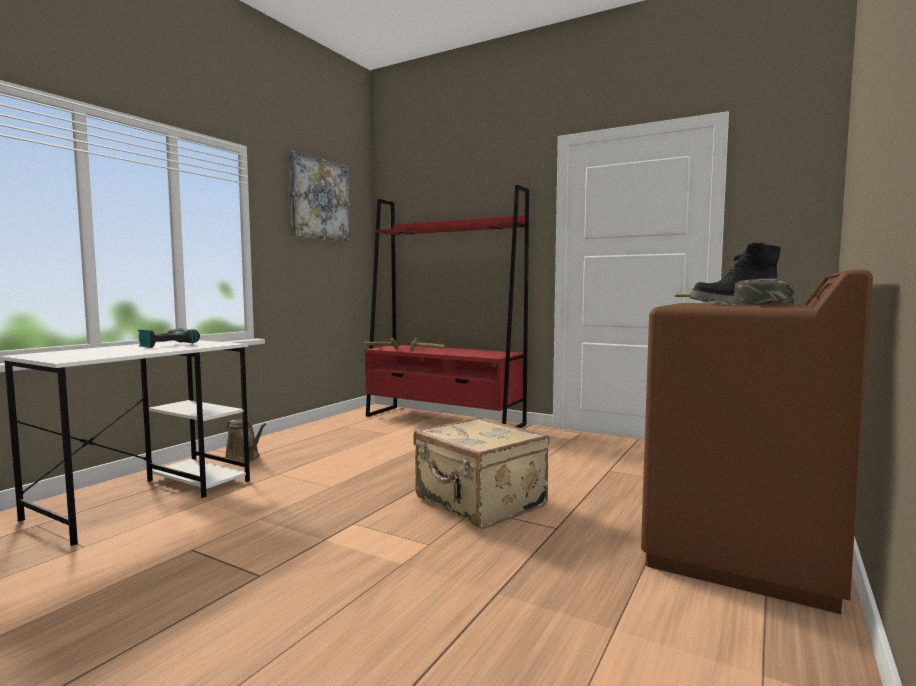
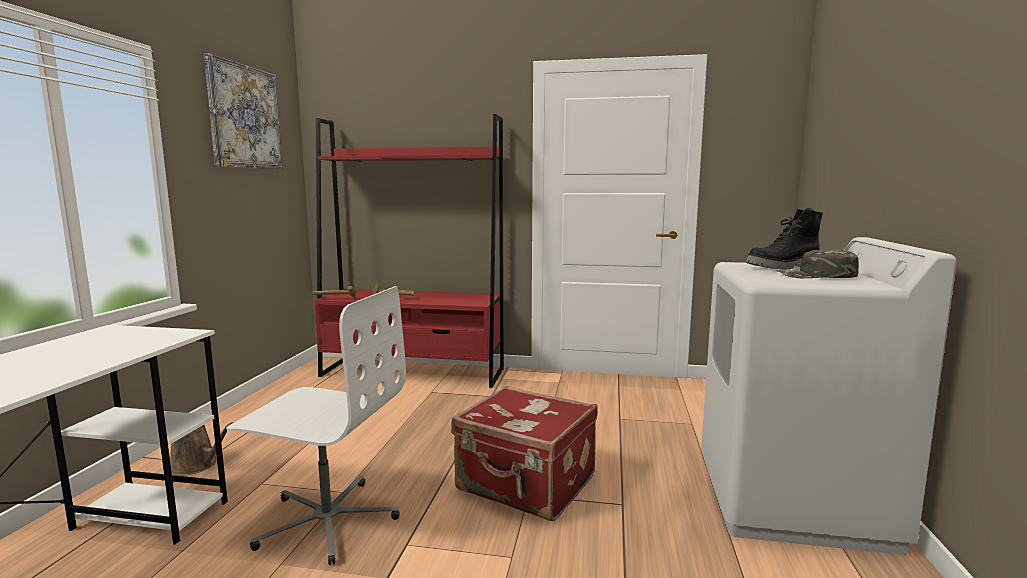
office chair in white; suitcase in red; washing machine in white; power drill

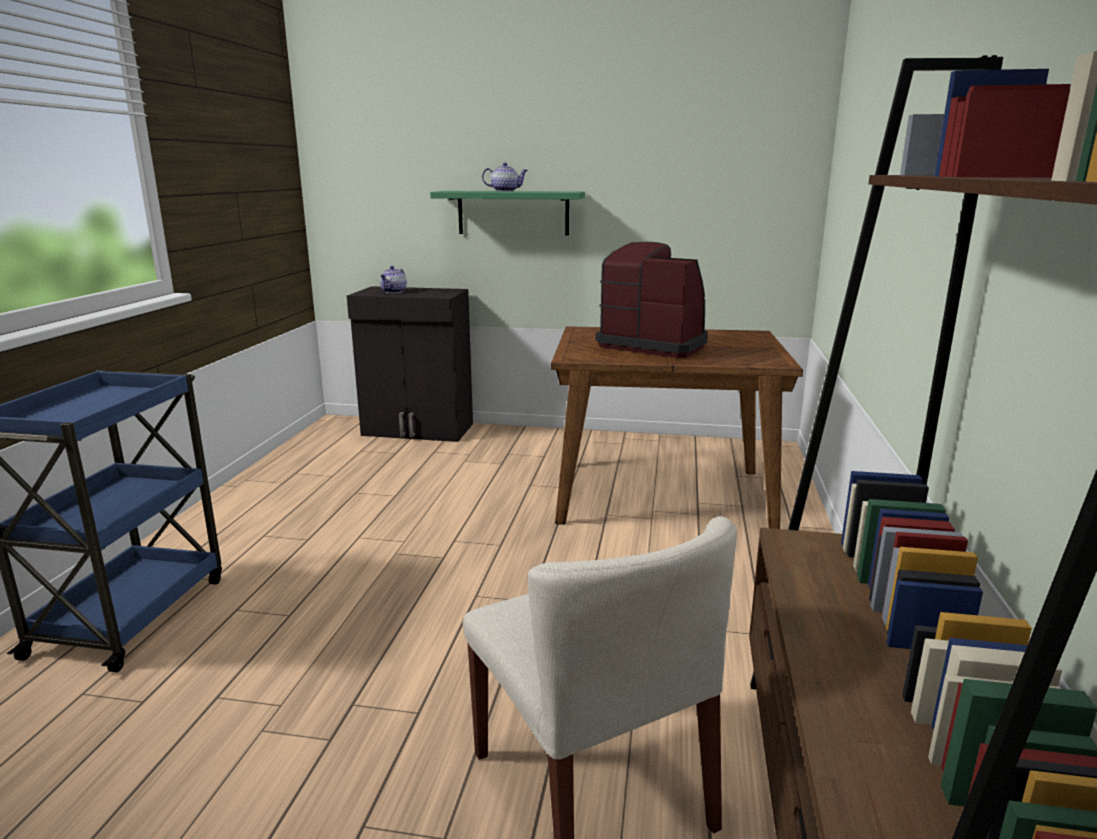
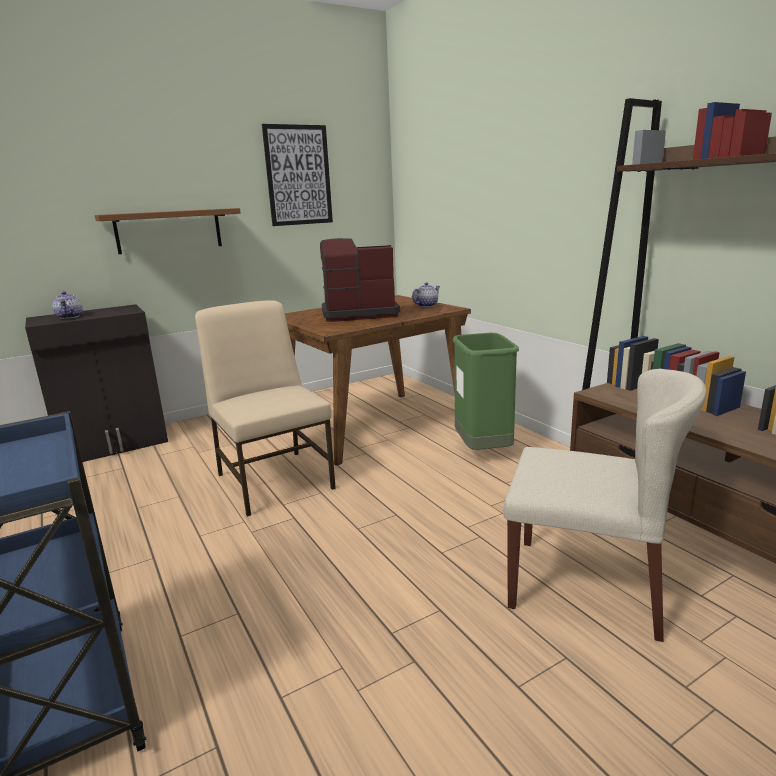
shelf in brown; chair in beige (1st from left); picture; teapot (2nd from left); trash can in green

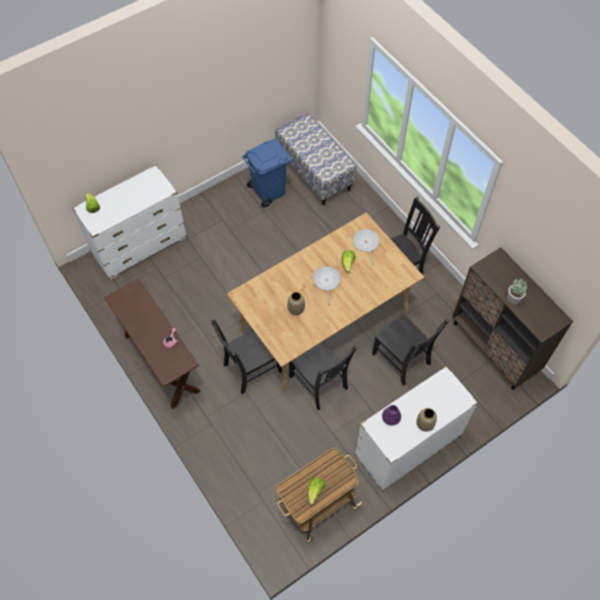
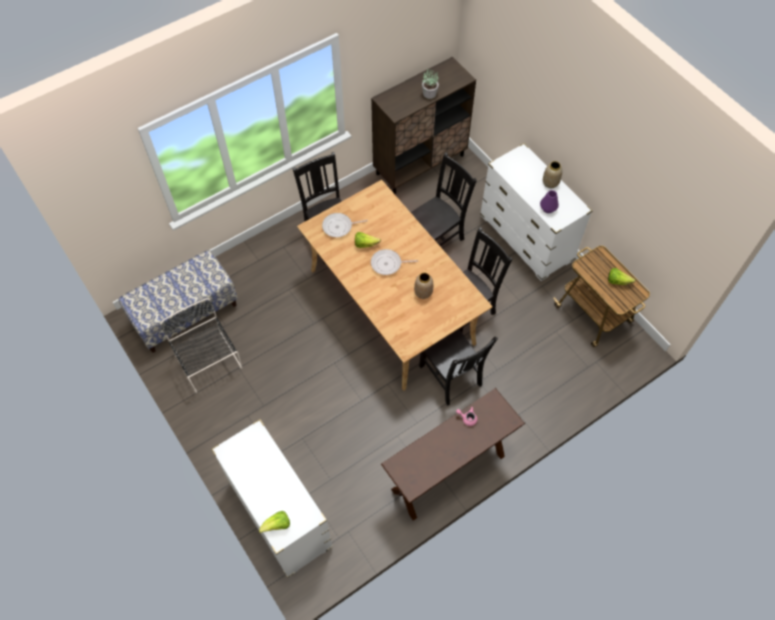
chair in black (1st from left)

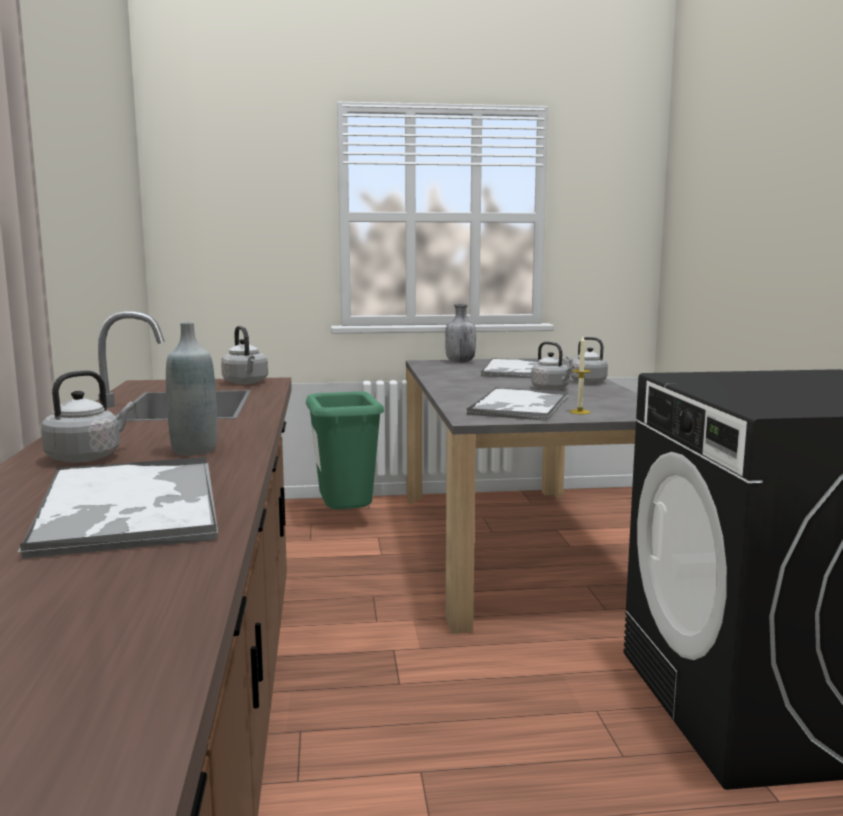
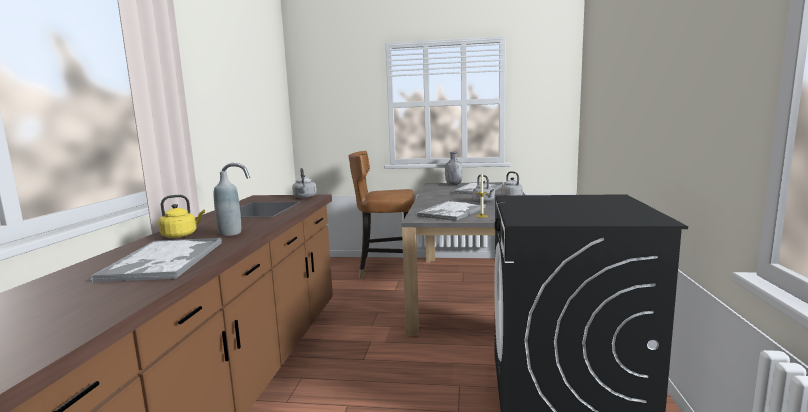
kettle in yellow; chair in brown

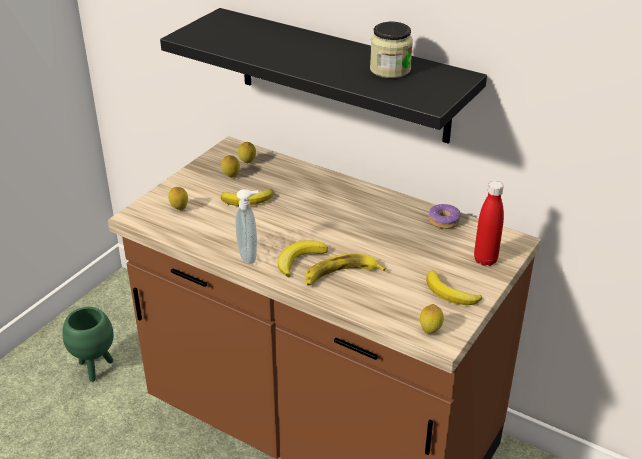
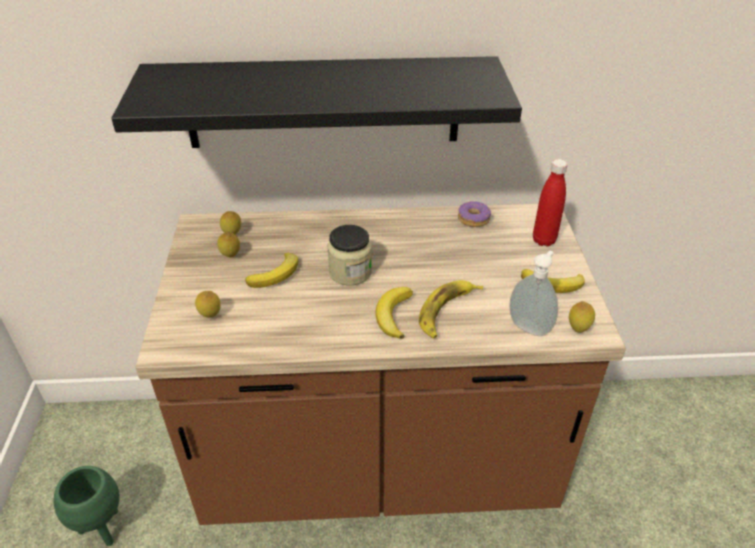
jar; soap dispenser

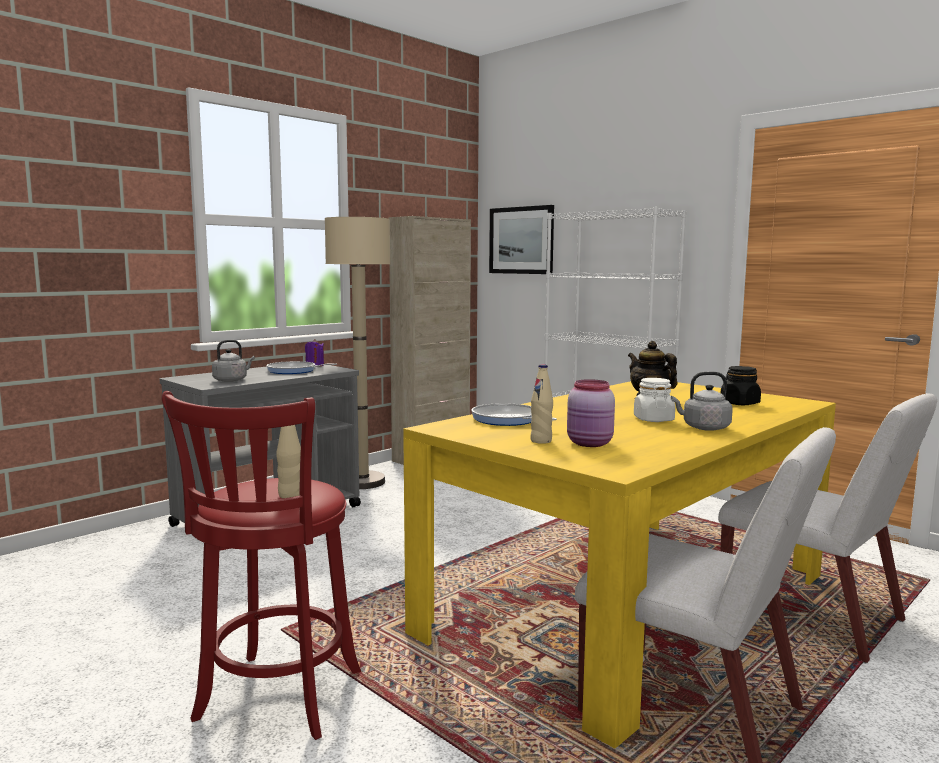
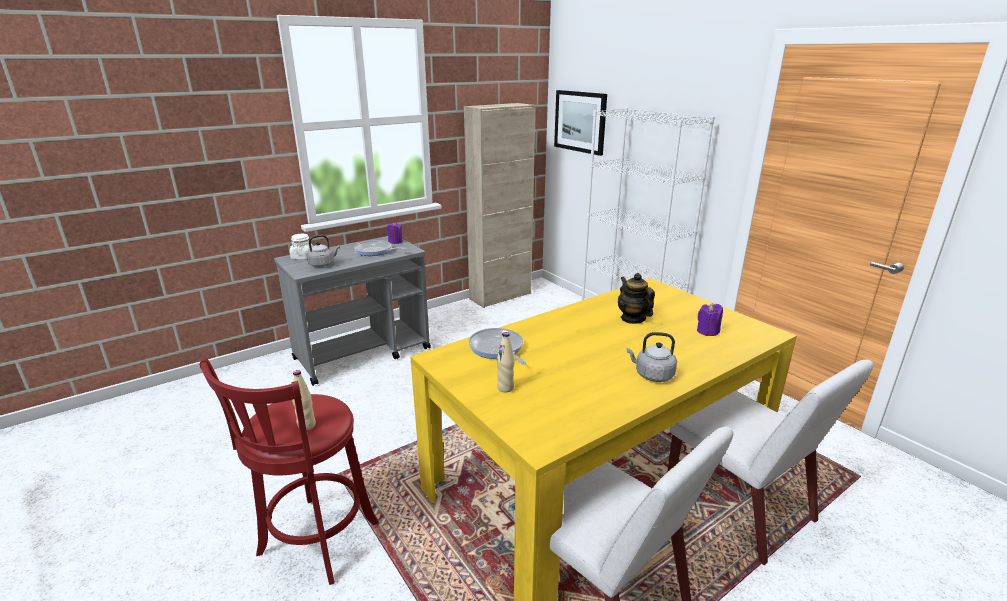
jar in white; candle in purple (2nd from left); floor lamp in beige; jar in pink

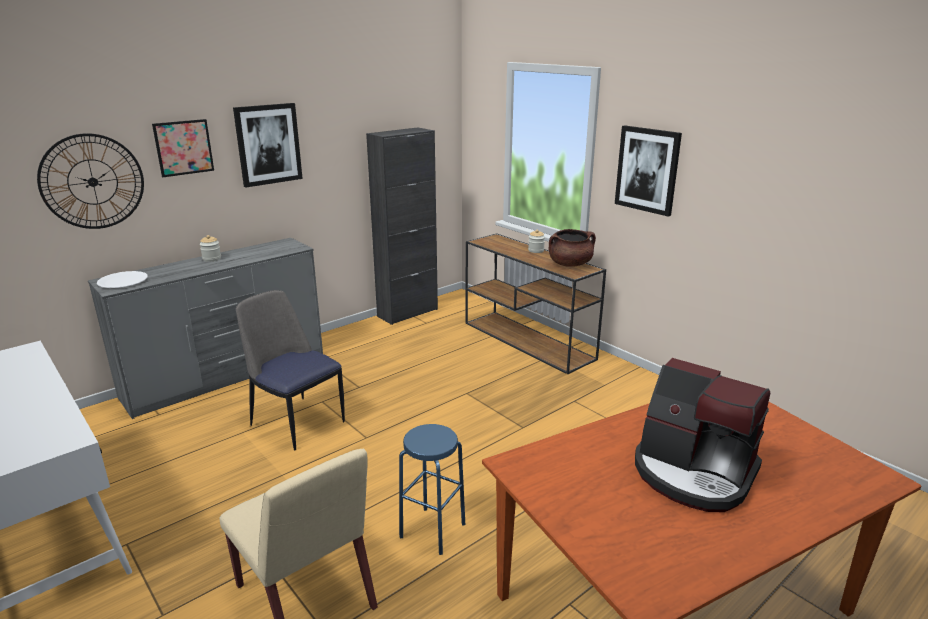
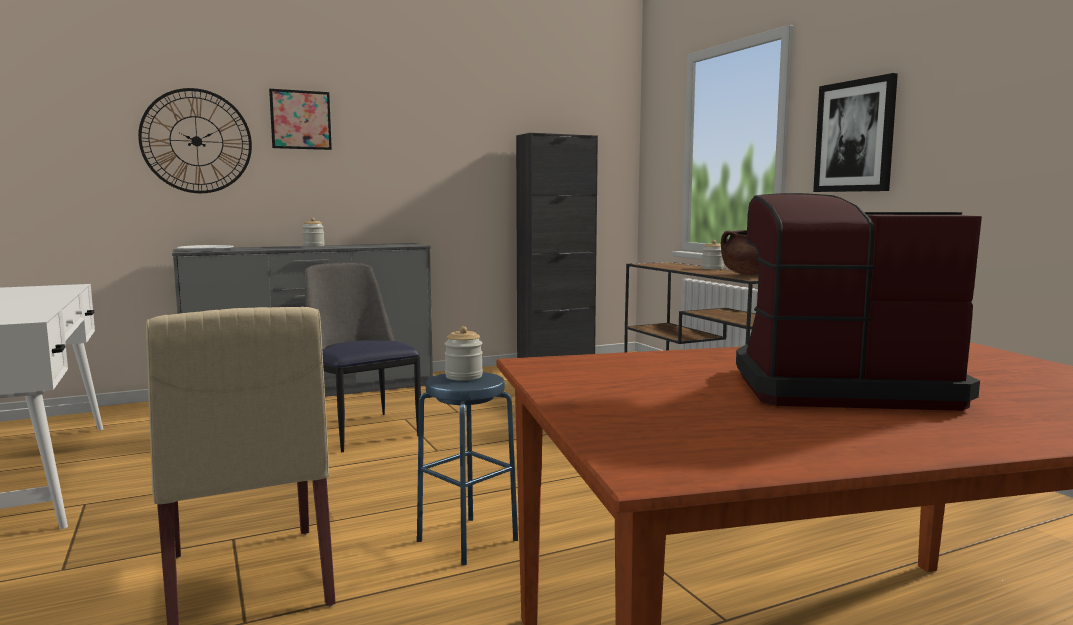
jar (2nd from left); coffee machine; picture (2nd from left in the first image)

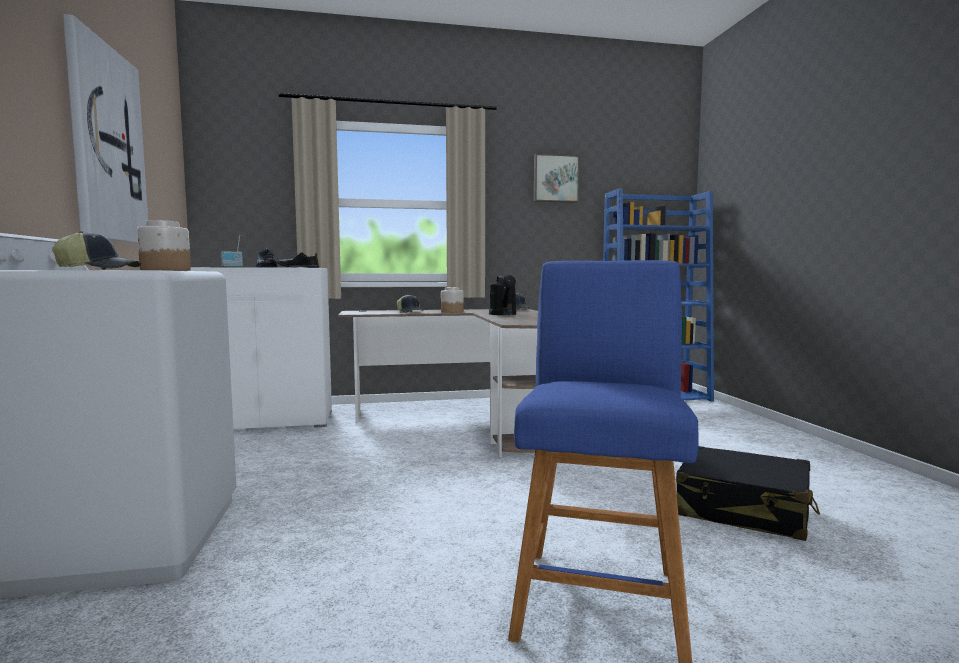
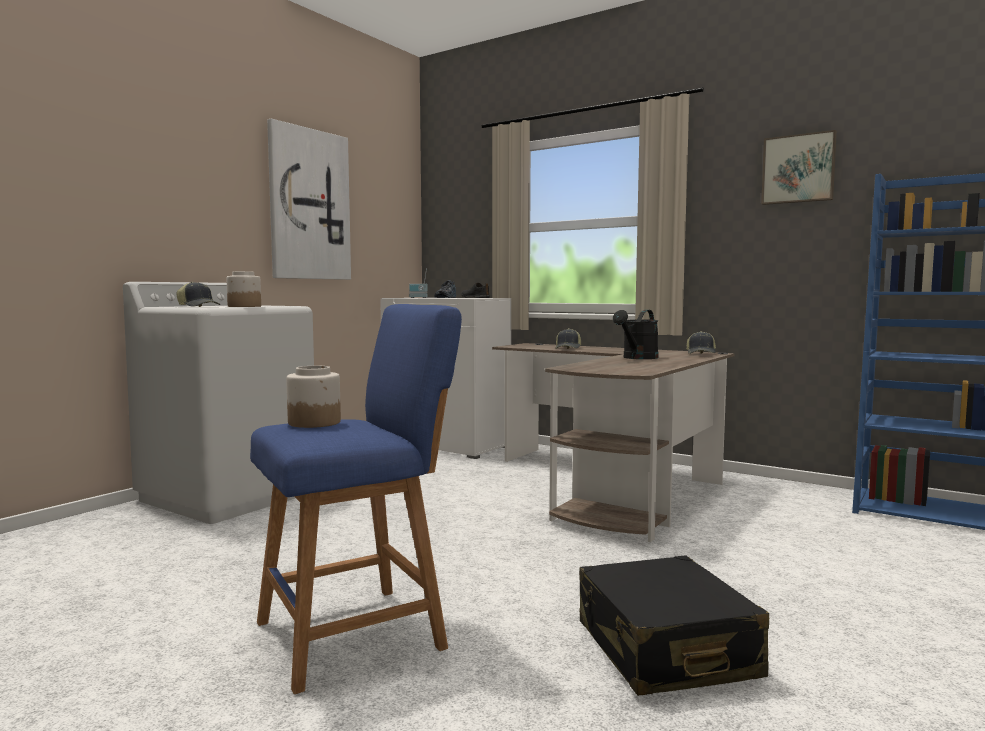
jar (2nd from left)

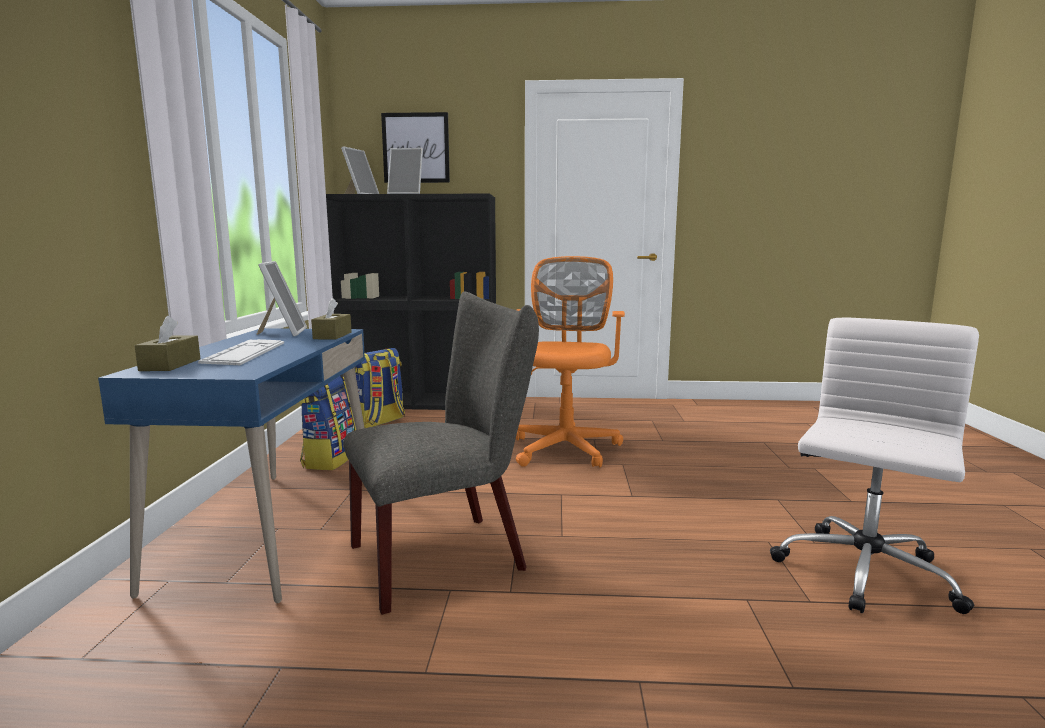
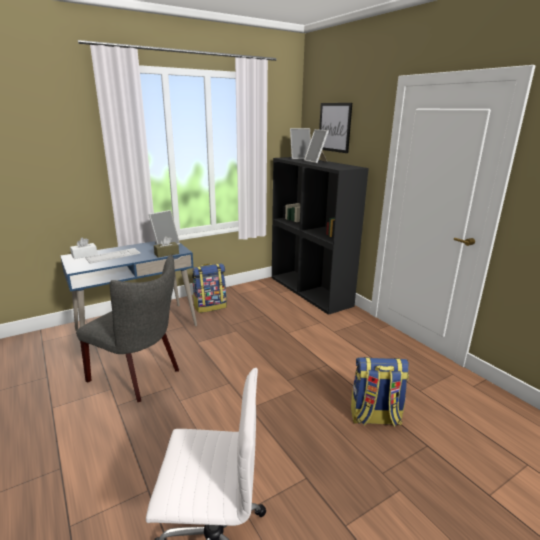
tissue box in white; backpack (2nd from left); office chair in orange

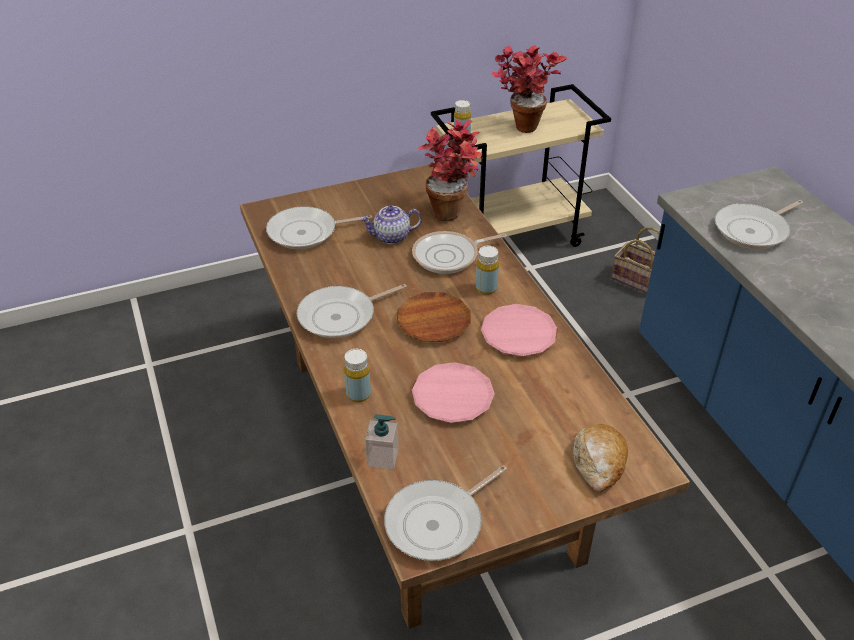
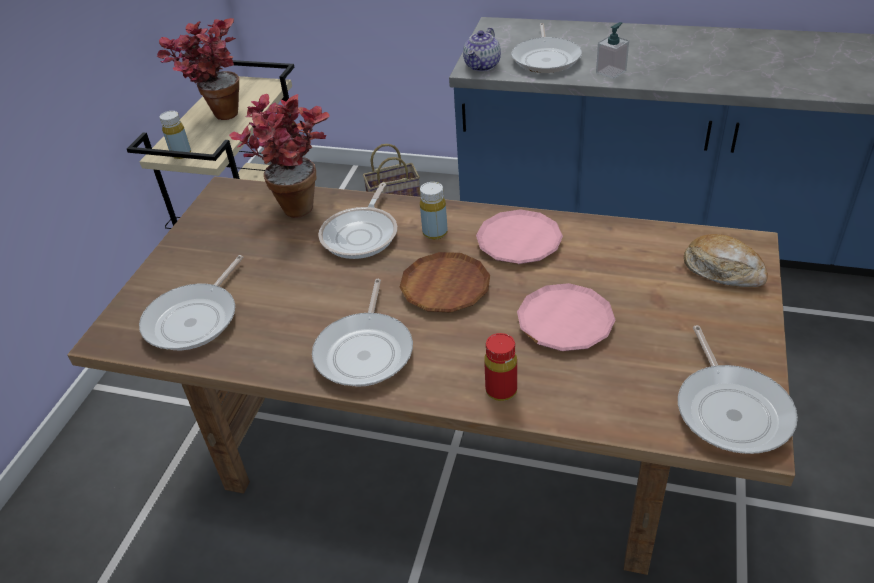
teapot; bottle in red; soap dispenser

